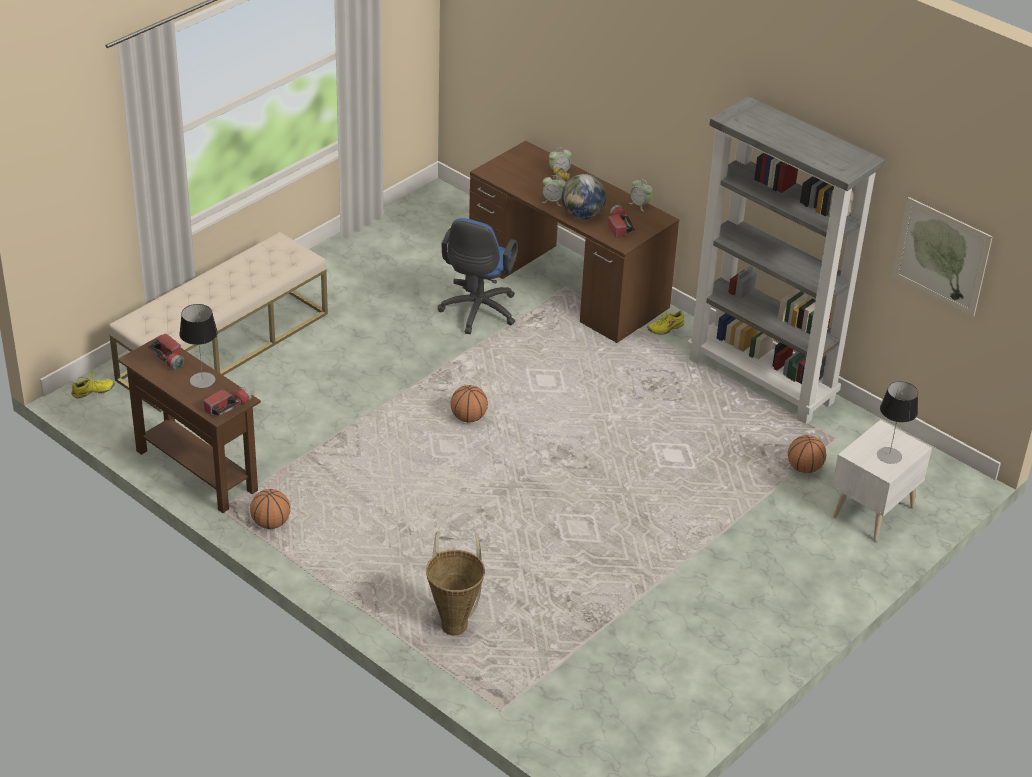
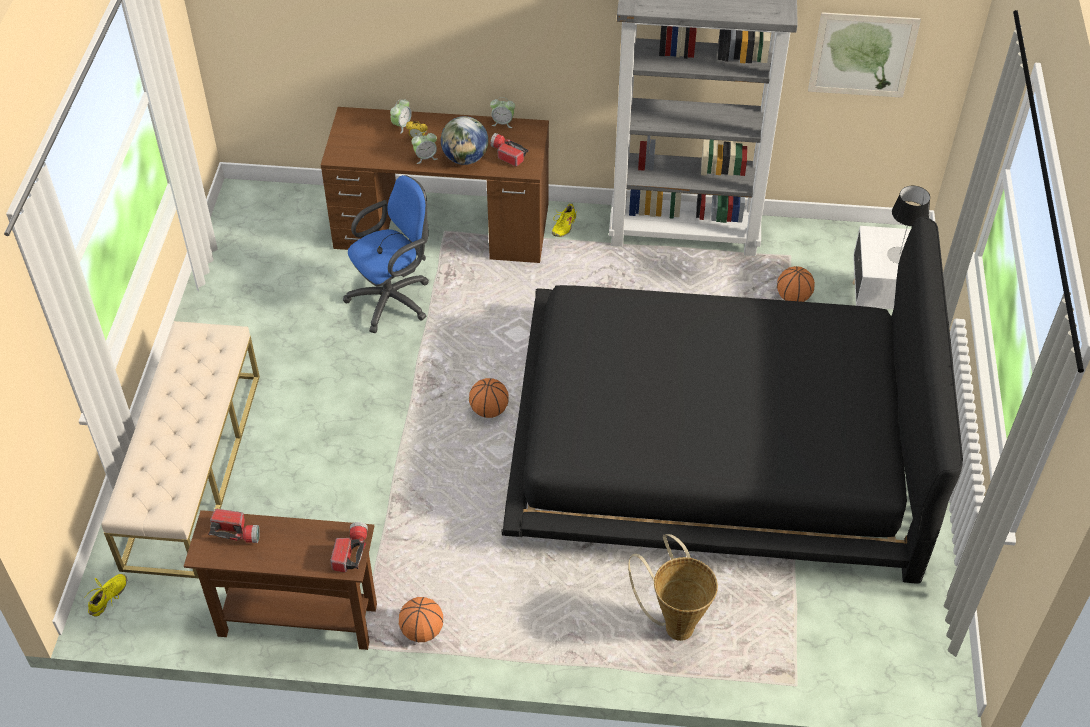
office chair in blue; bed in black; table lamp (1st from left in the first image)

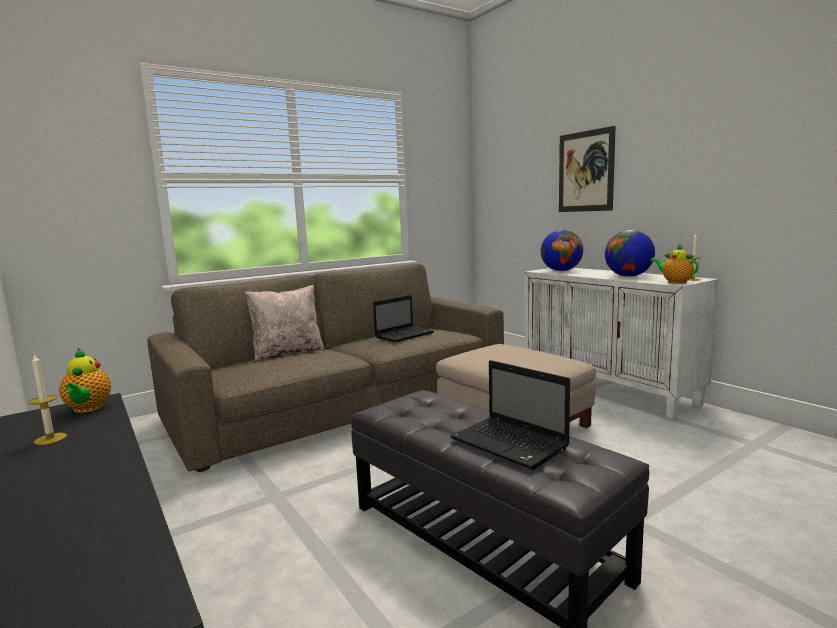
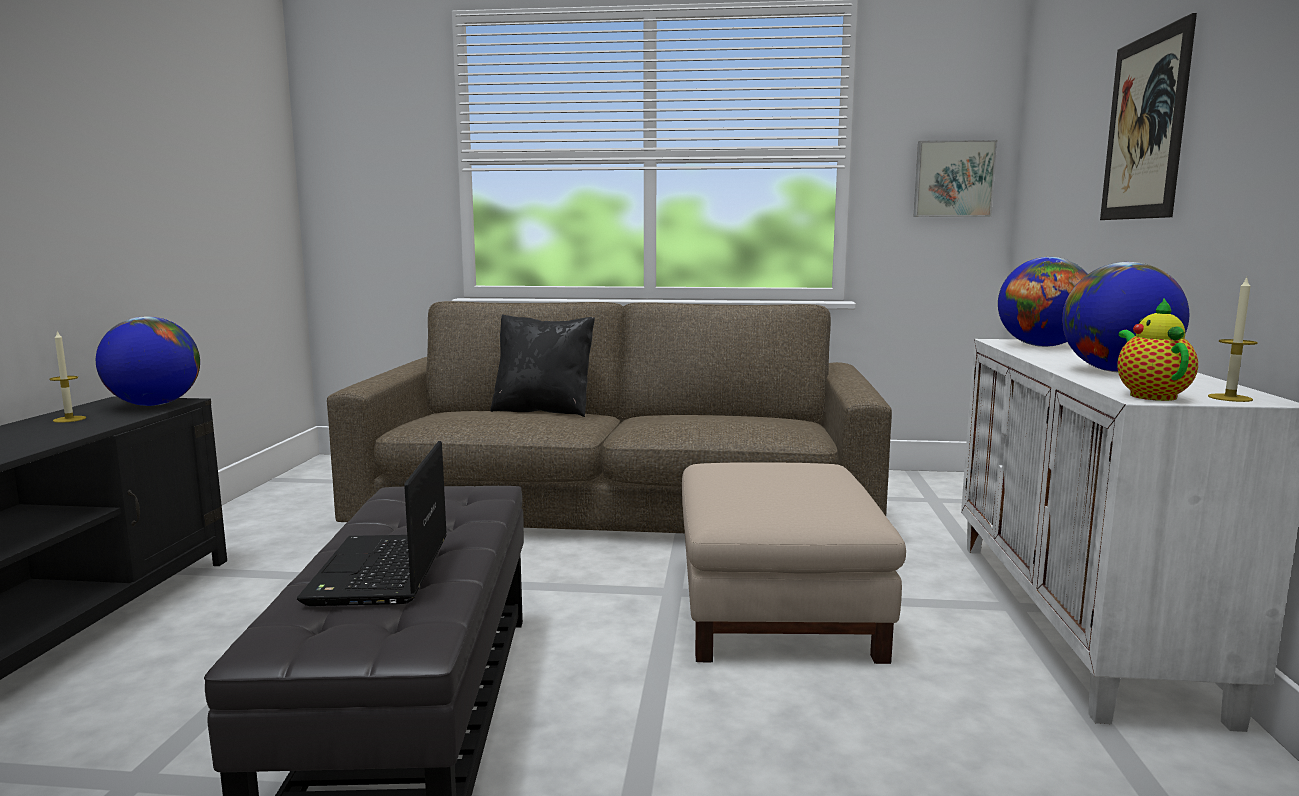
globe (1st from left); pillow in black; picture (1st from left); laptop (1st from left in the first image)

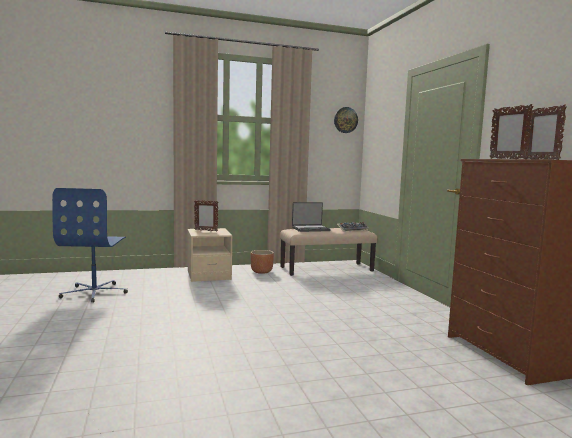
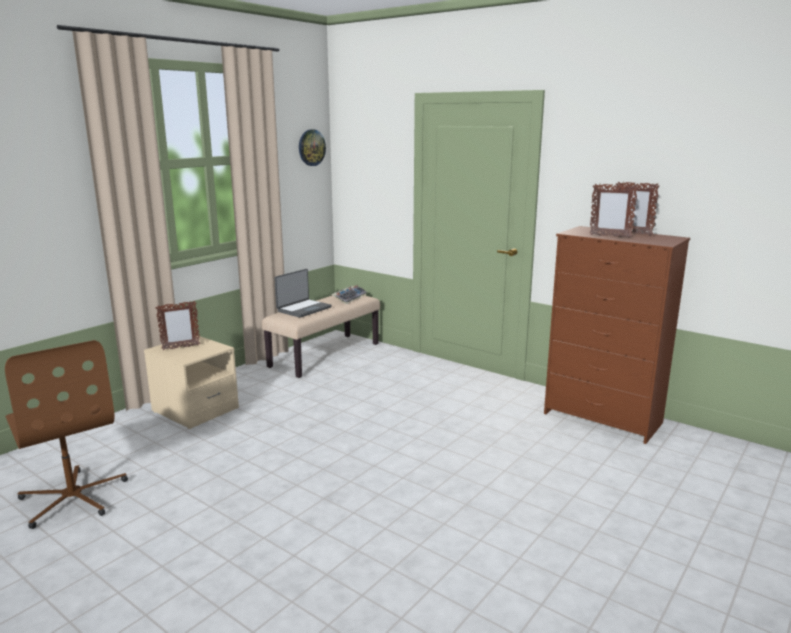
office chair in brown; planter in brown

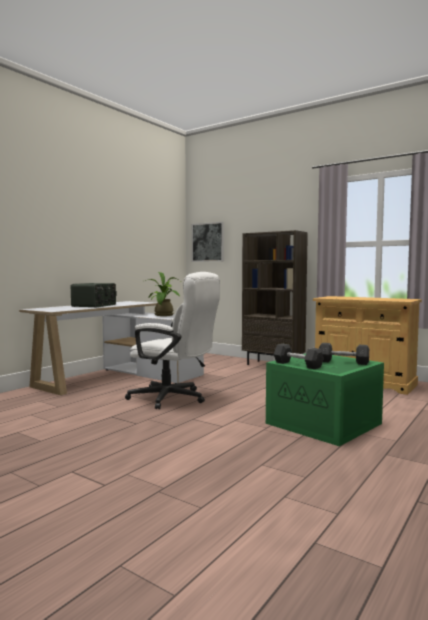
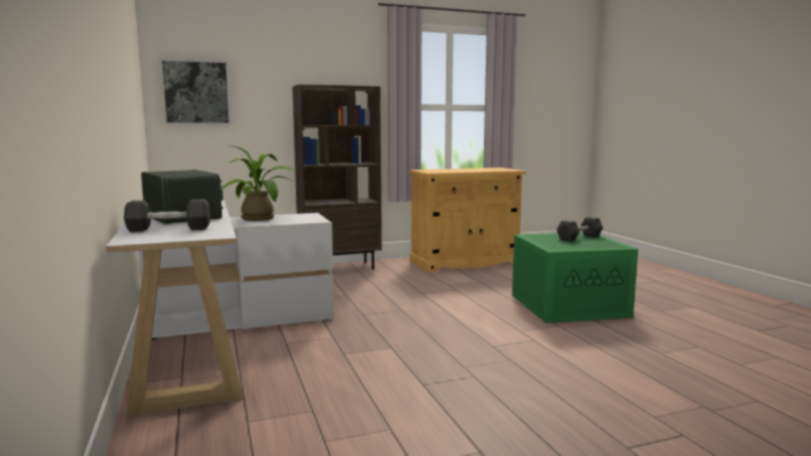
dumbbell in grey (1st from left); office chair in white

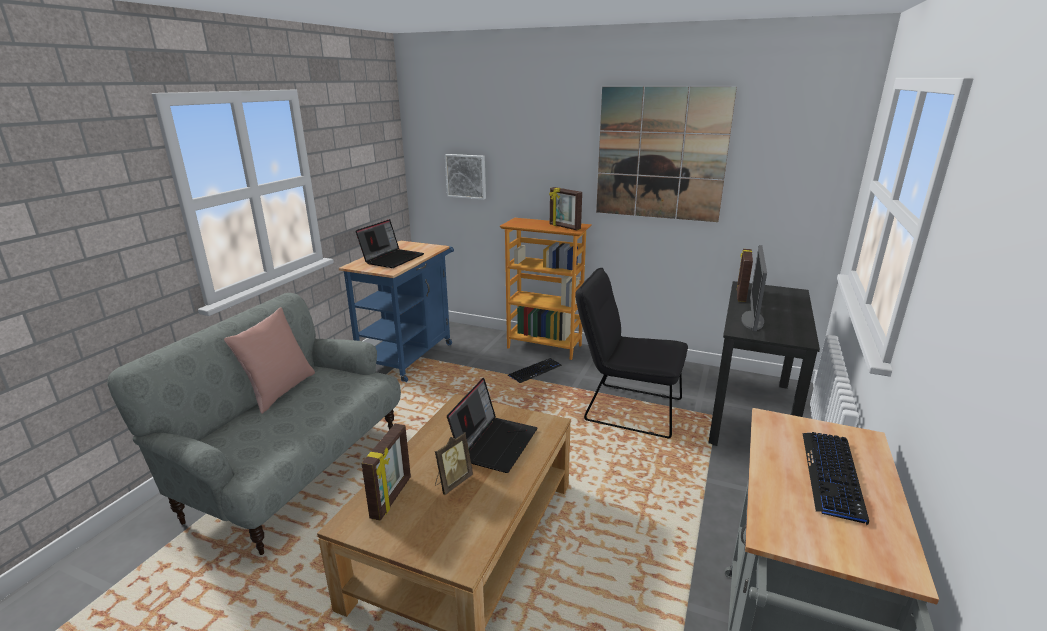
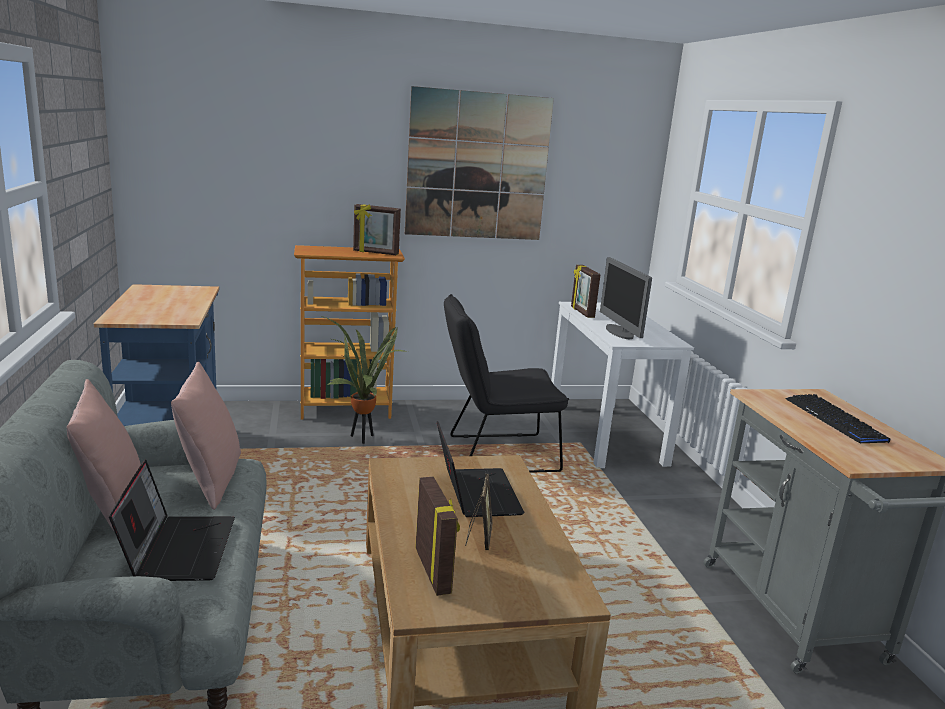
laptop (1st from left); pillow in pink (2nd from left); potted plant; desk in white; picture (1st from left in the first image)

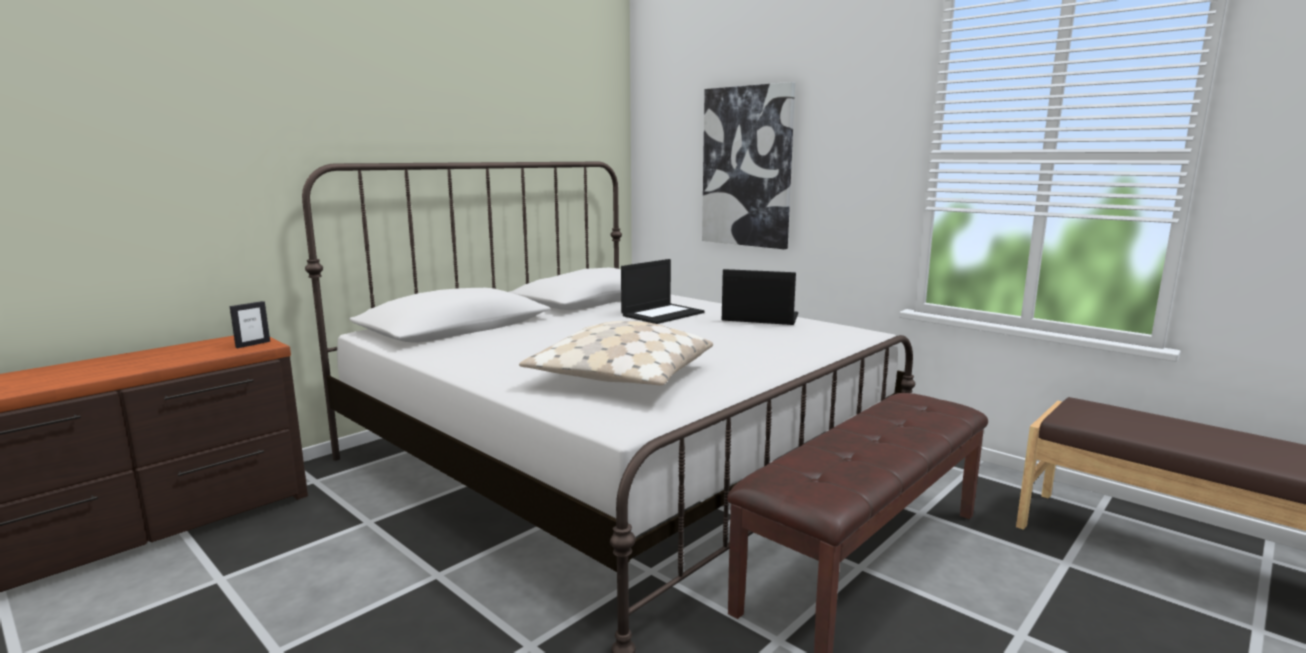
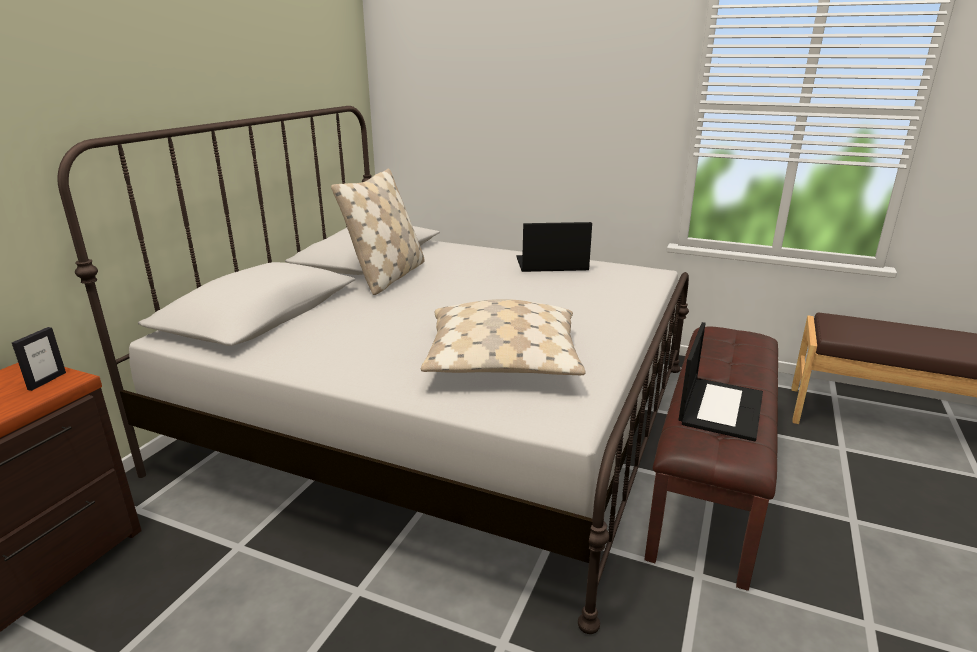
pillow in beige (1st from left); laptop (2nd from left); picture

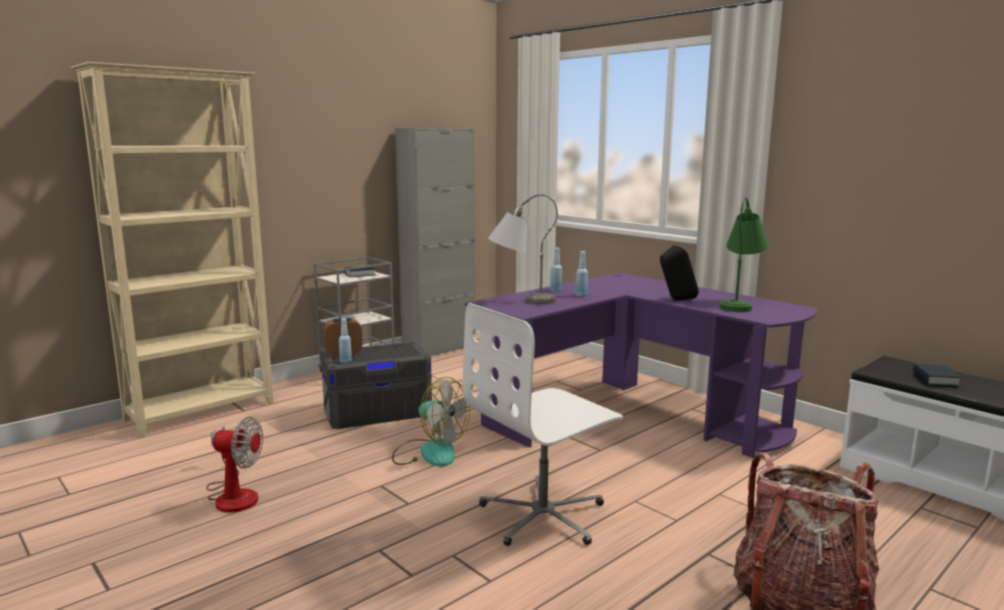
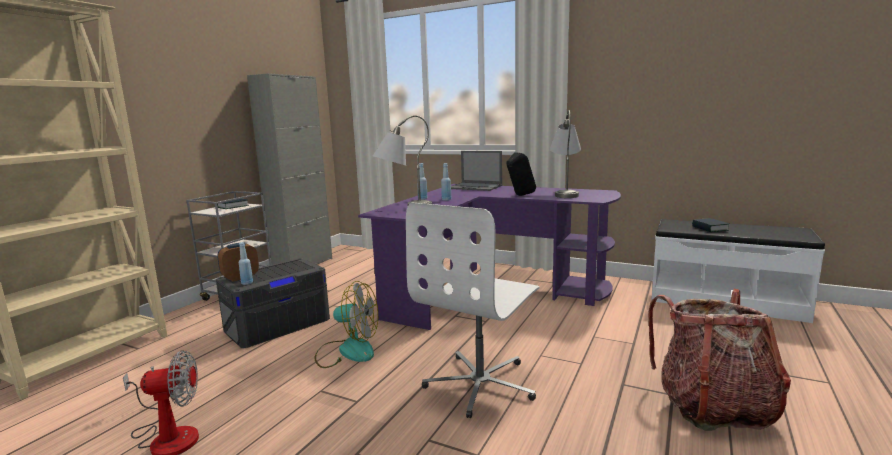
laptop; table lamp in grey (2nd from left)

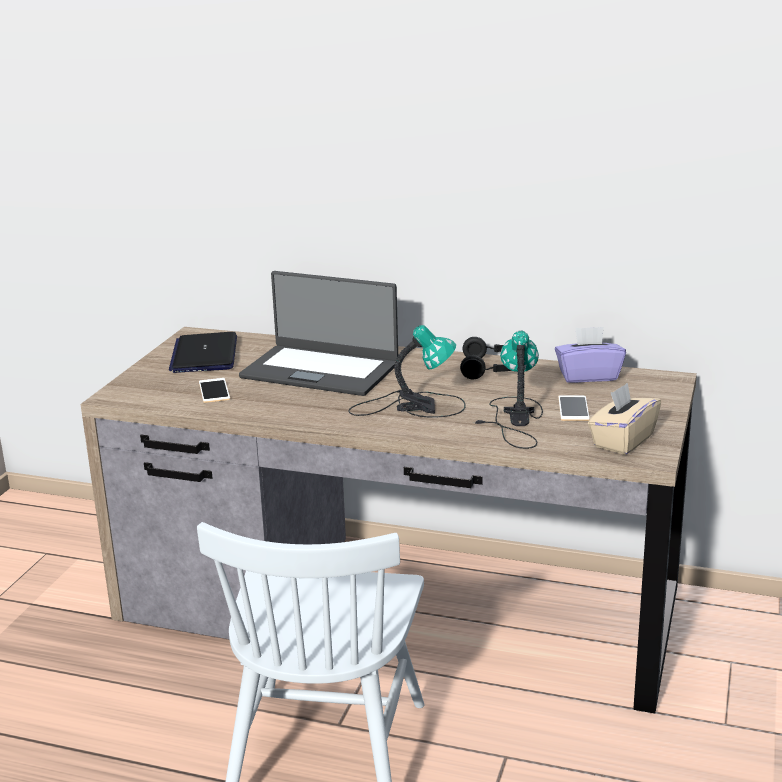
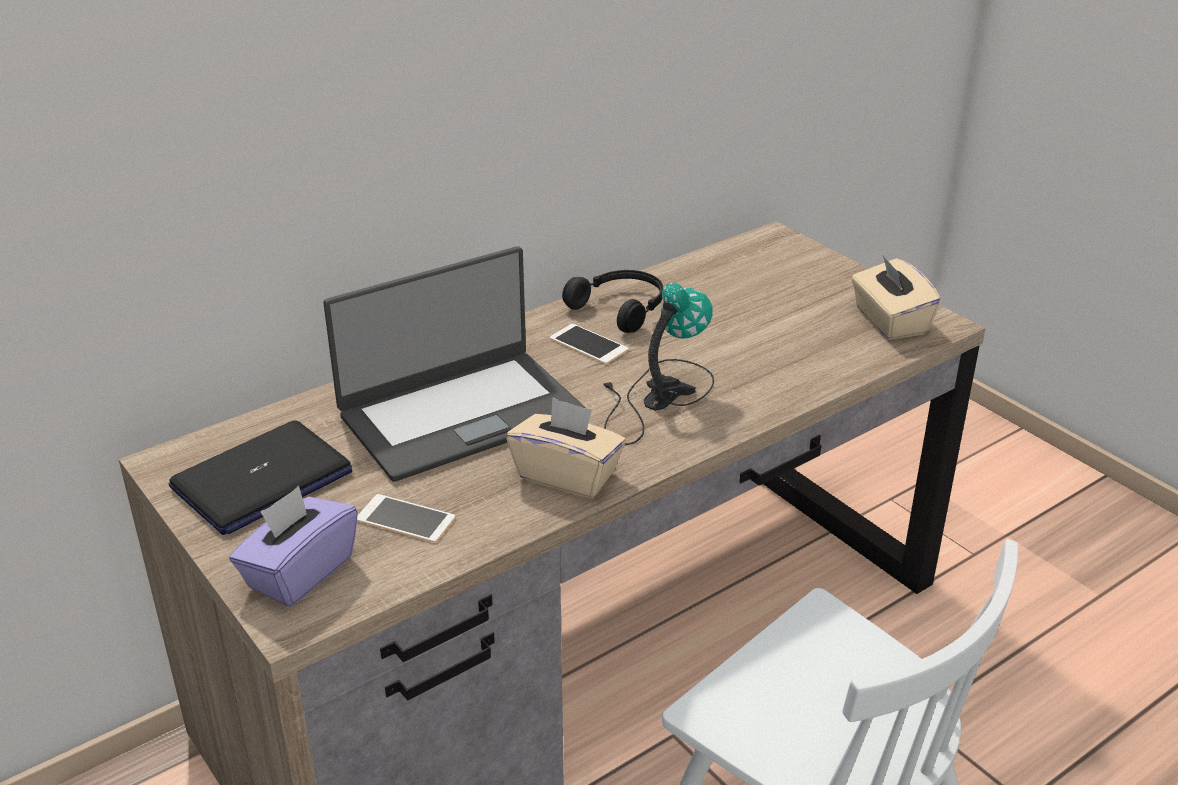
laptop (1st from left); tissue box in purple; tissue box in beige (1st from left); phone (2nd from left); table lamp (2nd from left in the first image)

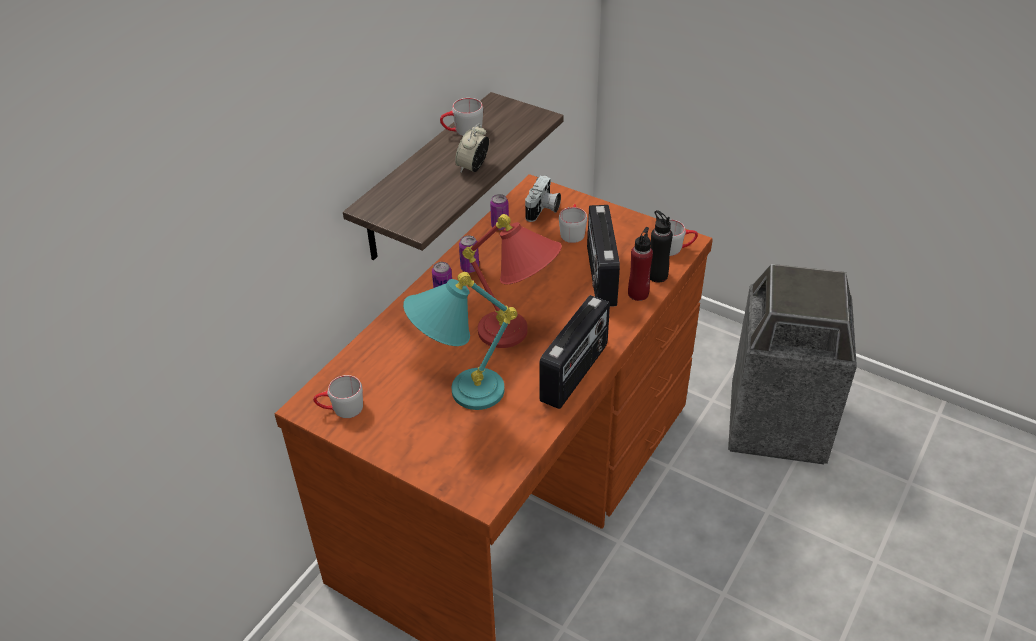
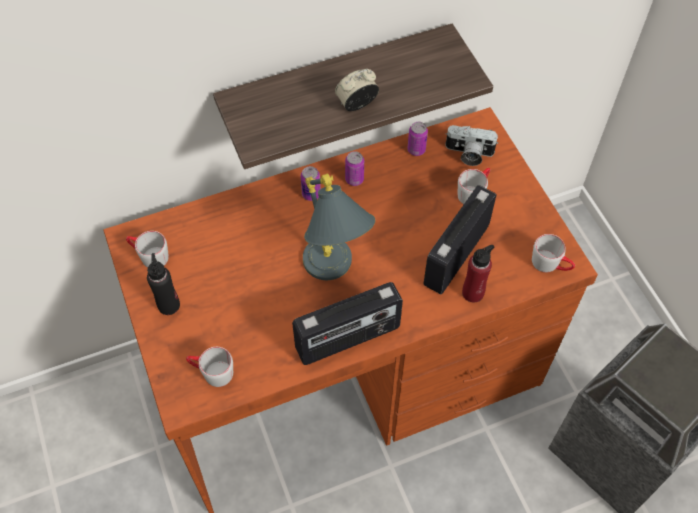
bottle in black; mug in grey (2nd from left); table lamp in grey; photo camera; table lamp in turquoise

